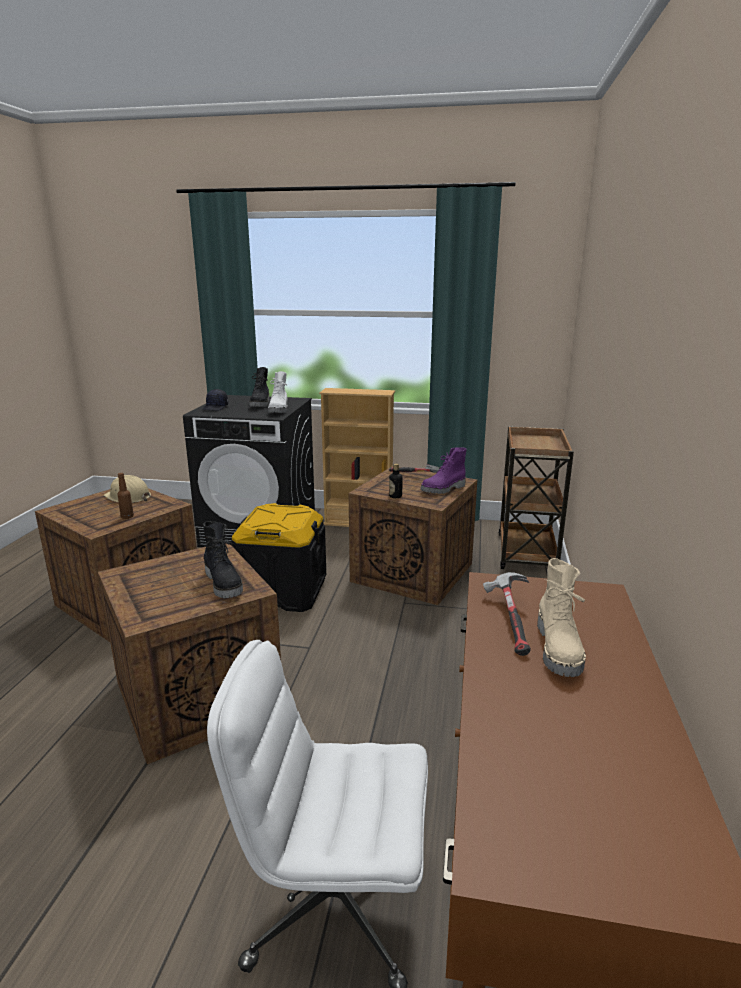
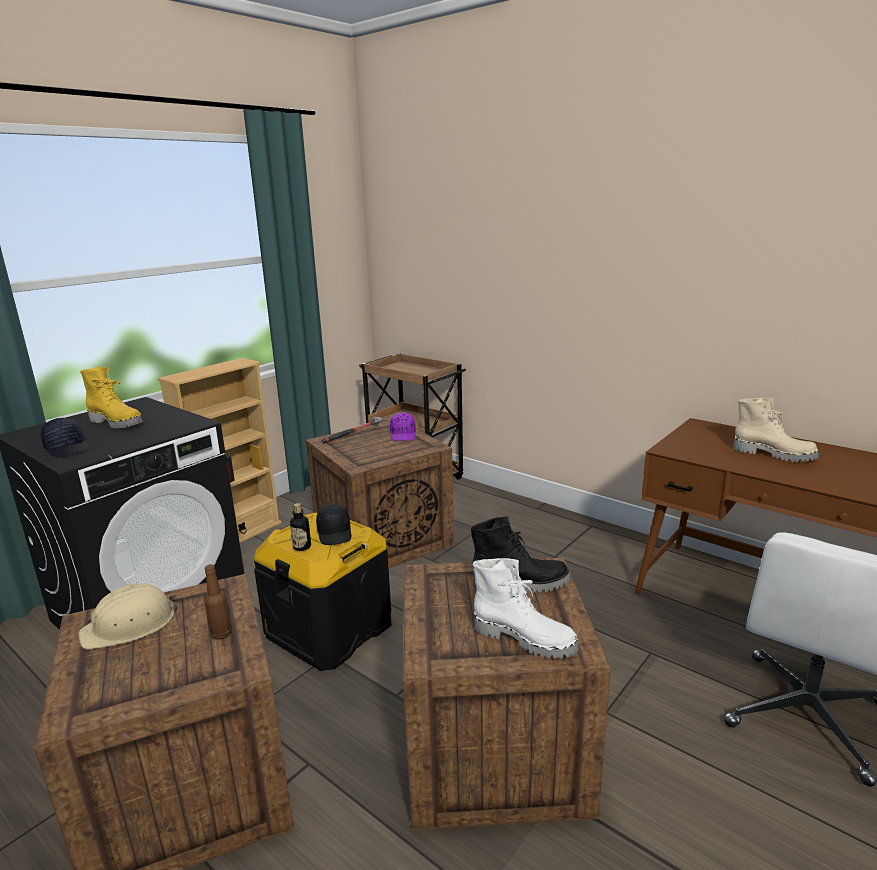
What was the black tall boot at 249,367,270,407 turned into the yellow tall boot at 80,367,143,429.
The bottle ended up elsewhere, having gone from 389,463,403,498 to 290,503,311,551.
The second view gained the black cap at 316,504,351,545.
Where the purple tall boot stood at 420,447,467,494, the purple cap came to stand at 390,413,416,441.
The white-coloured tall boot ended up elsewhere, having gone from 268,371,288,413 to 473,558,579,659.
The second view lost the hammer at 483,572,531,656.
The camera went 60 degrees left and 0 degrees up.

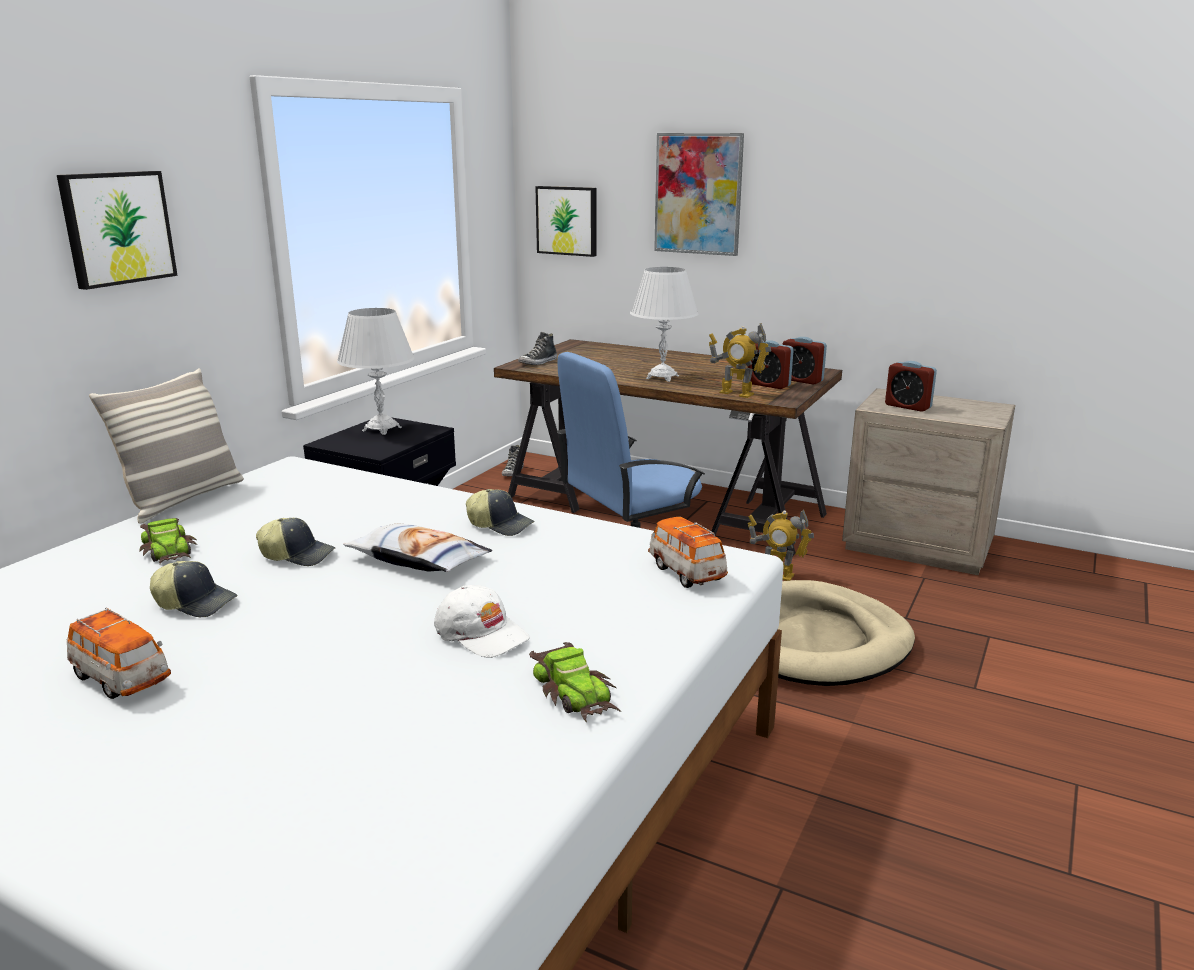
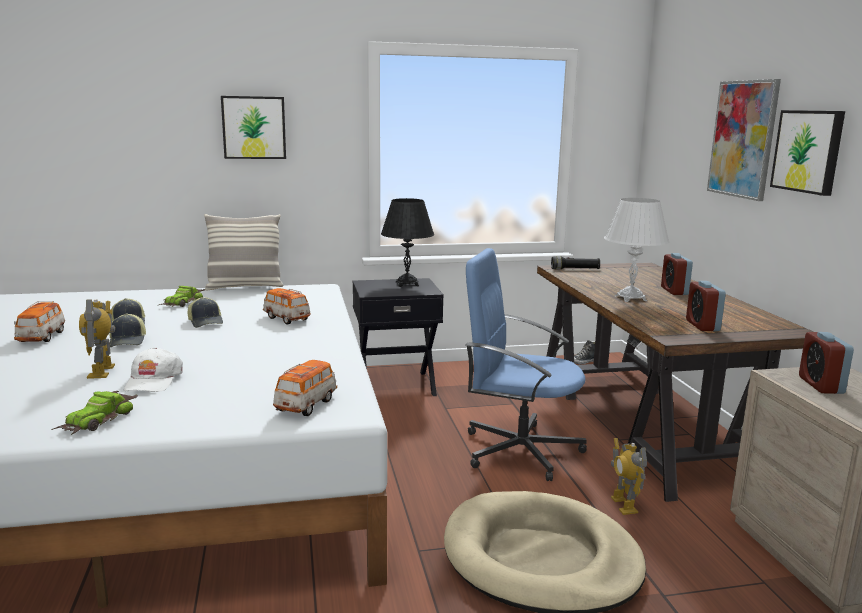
The model robot ended up elsewhere, having gone from 709,323,771,398 to 79,299,115,379.
The cap ended up elsewhere, having gone from 466,489,535,536 to 109,313,146,347.
The second view gained the model car at 263,288,311,324.
What was the white-coloured table lamp at 337,308,415,435 turned into the black table lamp at 381,198,434,287.
Where the item of footwear stood at 518,332,557,365, the black hand torch came to stand at 551,256,600,270.
The alarm clock ended up elsewhere, having gone from 783,337,827,385 to 661,253,693,295.
The wall picture ended up elsewhere, having gone from 535,186,596,257 to 770,110,845,196.
The second view lost the pillow at 343,523,492,572.
The camera went 50 degrees right and 5 degrees down.

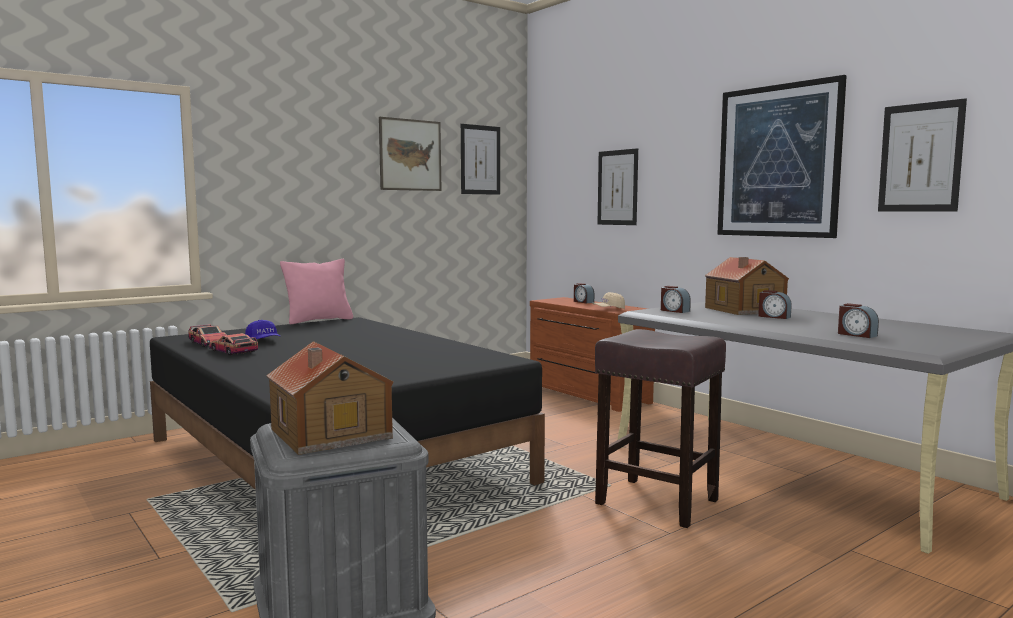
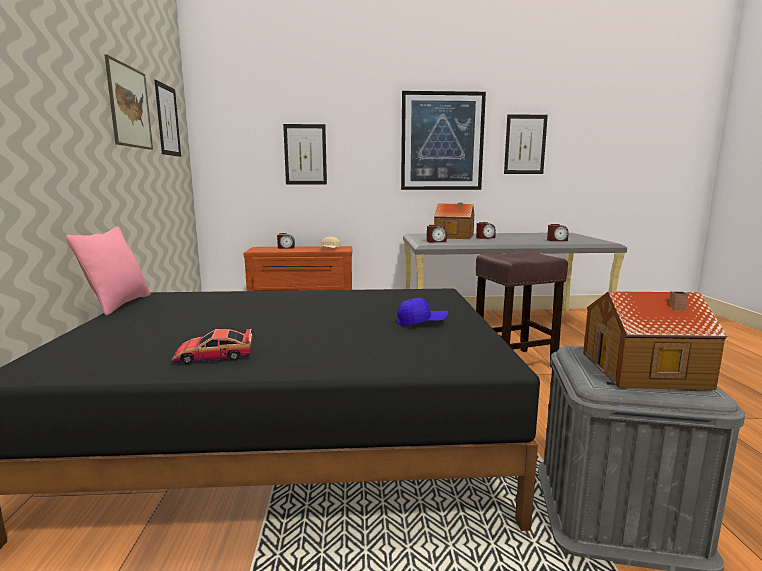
The bluish cap ended up elsewhere, having gone from 245,320,280,339 to 397,298,448,326.
The second view lost the model car at 188,324,227,347.
The camera went 55 degrees left and 5 degrees up.

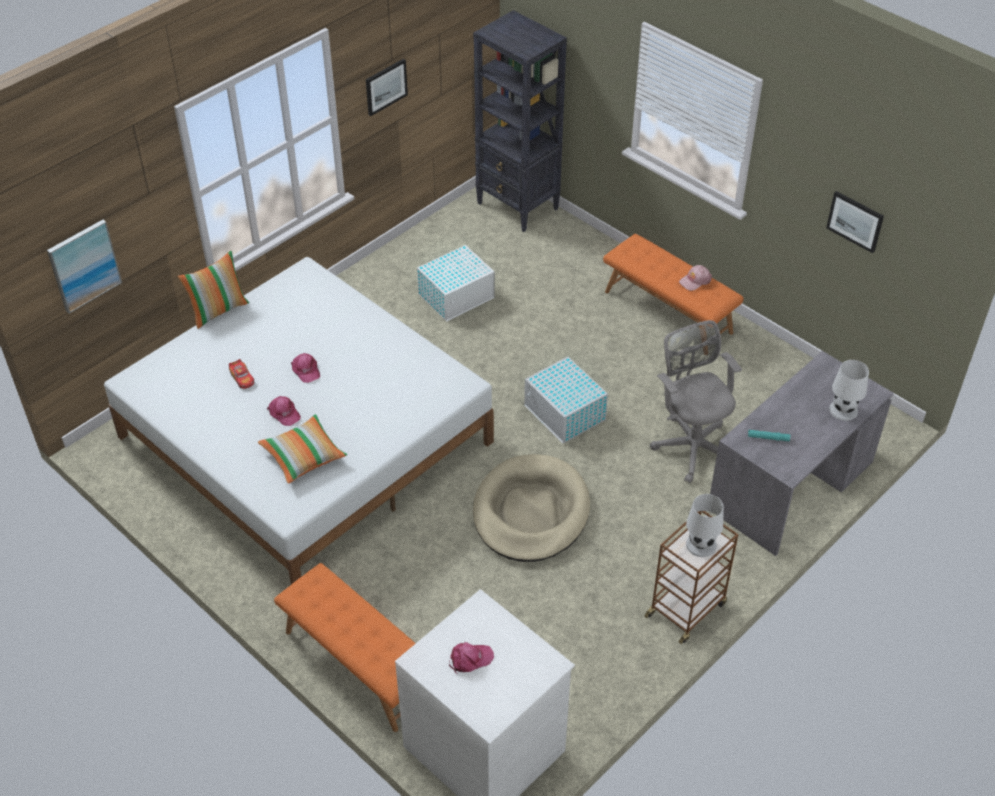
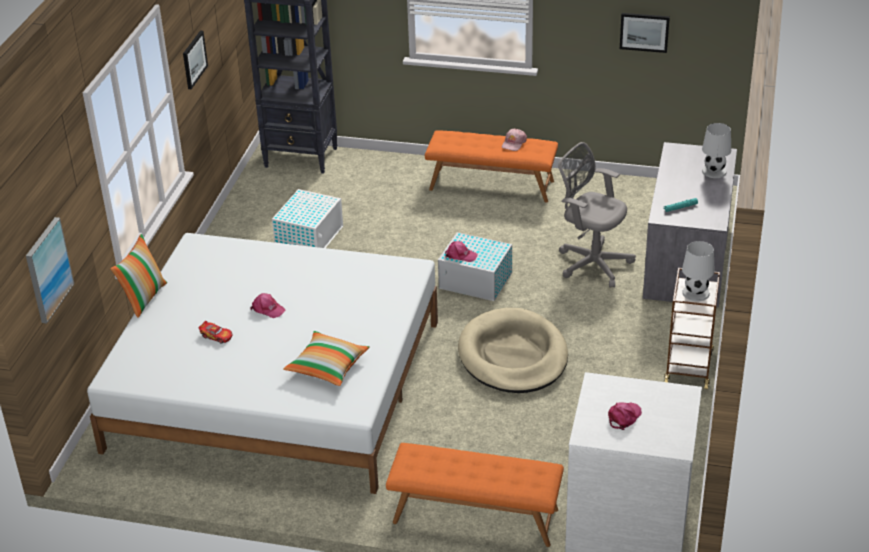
The pink cap ended up elsewhere, having gone from 267,396,301,426 to 445,241,478,262.
The camera went 30 degrees left and 10 degrees down.

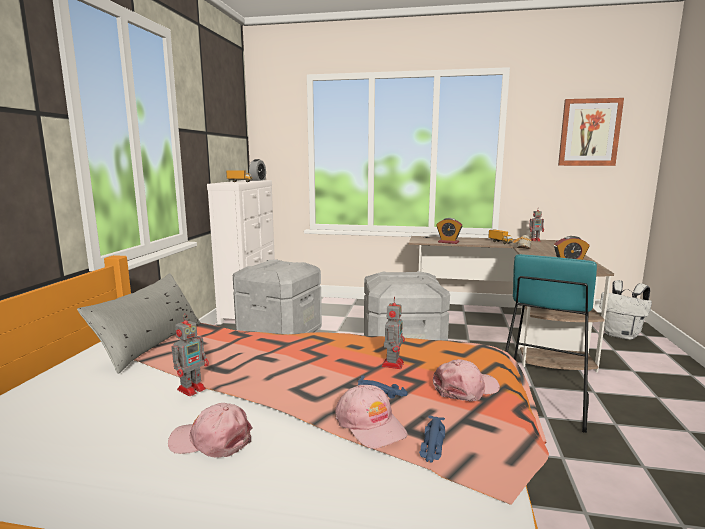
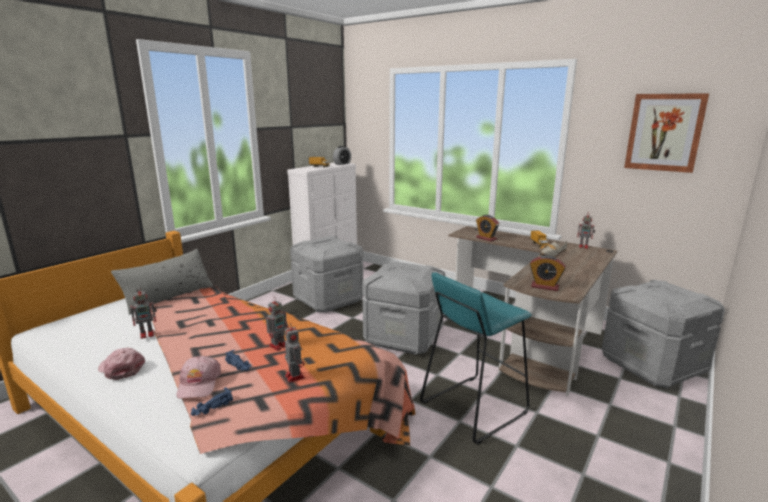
Where the pink cap stood at 433,359,500,402, the model robot came to stand at 285,324,305,383.
Where the white-coloured backpack stood at 600,280,652,340, the greyish storage bin came to stand at 602,280,725,388.
The camera went 25 degrees right and 5 degrees up.

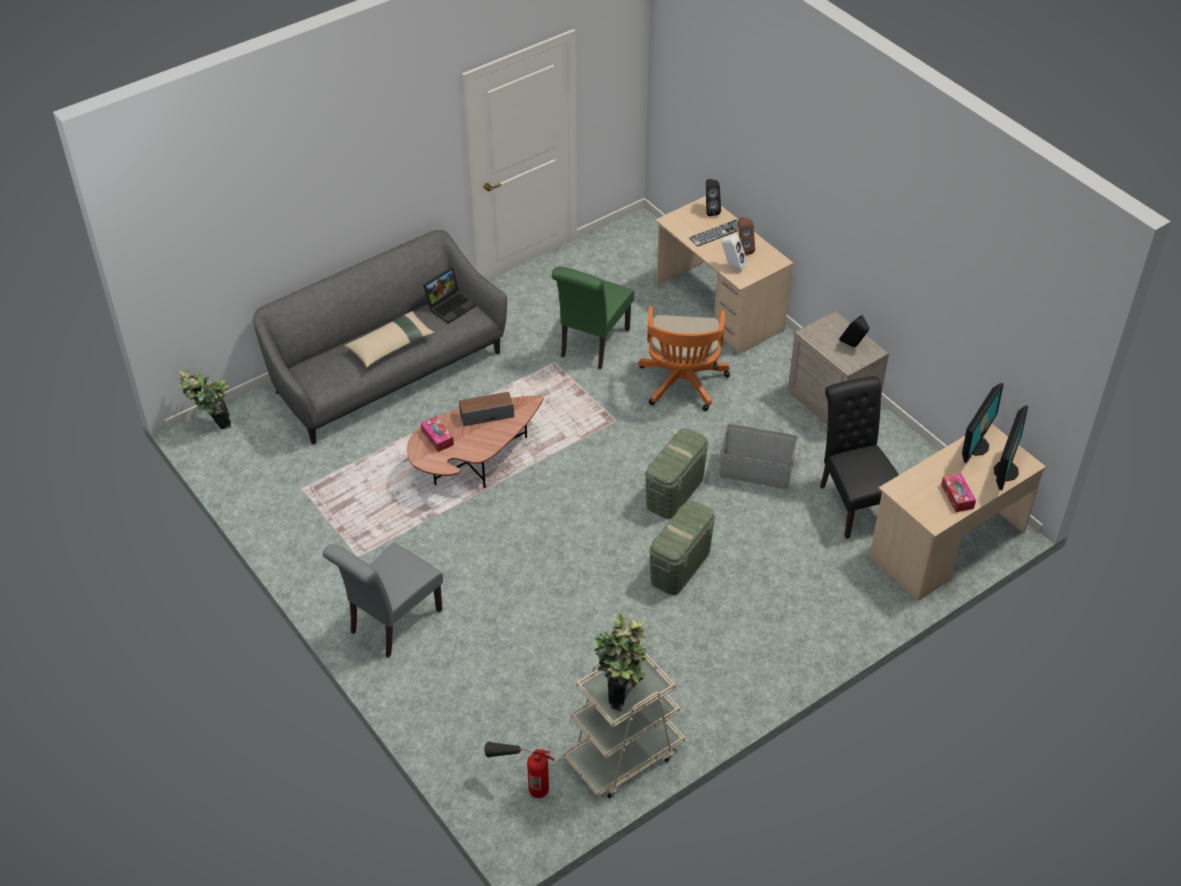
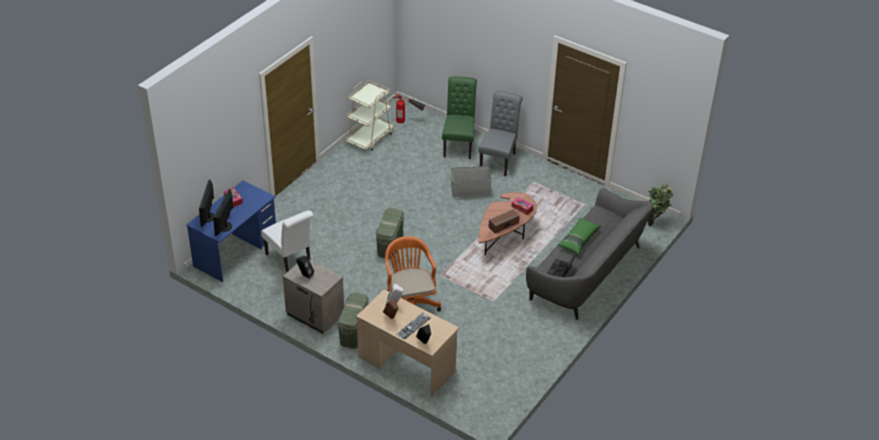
What was the beige desk at 869,424,1046,601 turned into the bluish desk at 186,180,276,282.
What was the black plain chair at 820,376,899,539 turned into the white-coloured plain chair at 261,211,314,273.
The green storage bin ended up elsewhere, having gone from 649,500,715,595 to 338,293,369,349.
The green plain chair ended up elsewhere, having gone from 552,266,634,369 to 442,76,477,159.
The greyish storage bin ended up elsewhere, having gone from 719,424,797,489 to 451,166,492,197.
What was the beige pillow at 345,311,435,368 turned into the green pillow at 557,218,601,255.
The second view lost the plant in a pot at 594,612,648,711.
The camera went 160 degrees right and 5 degrees down.

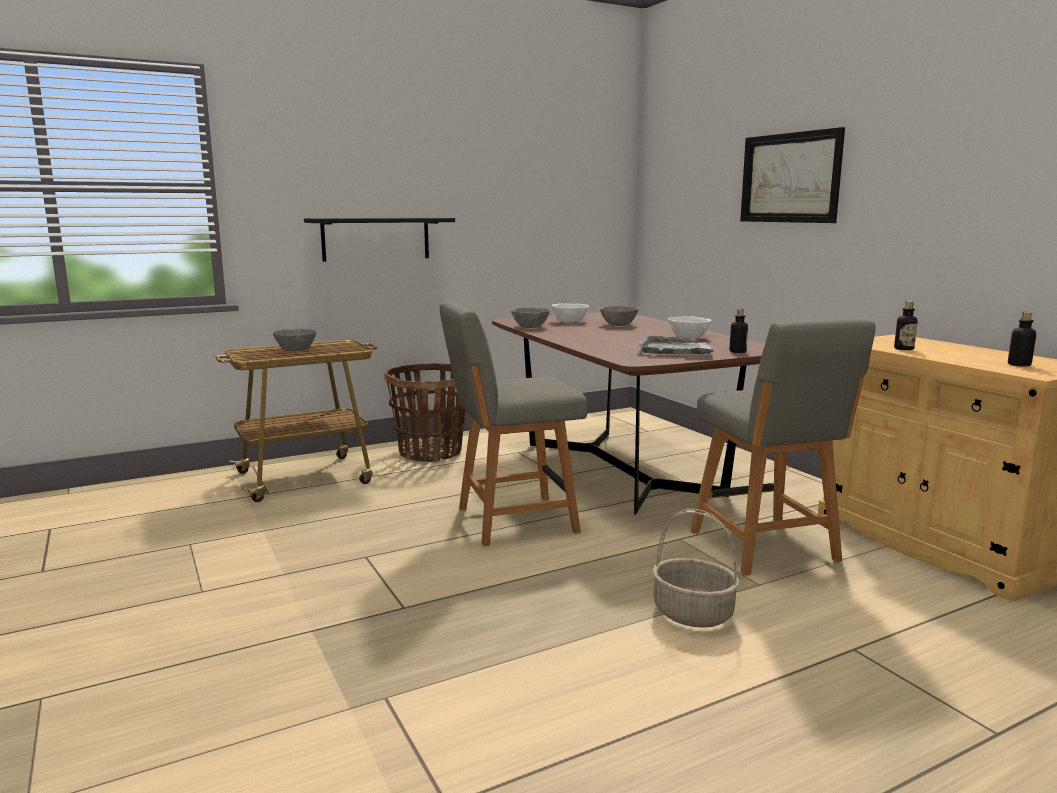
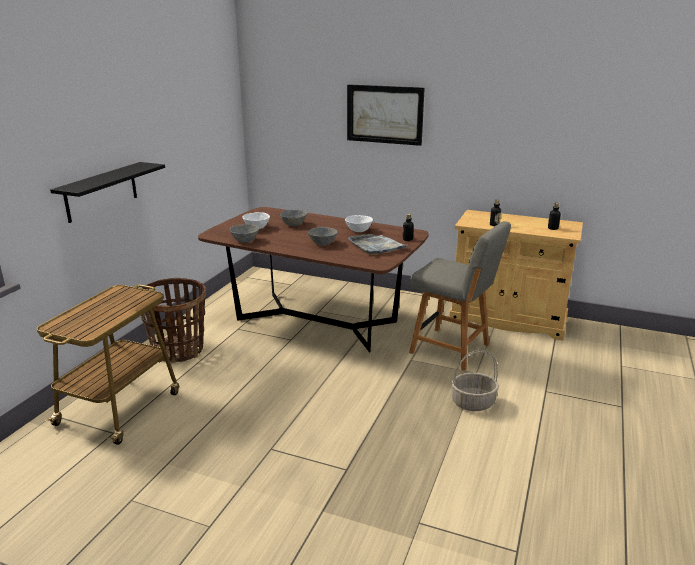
The greyish serving bowl ended up elsewhere, having gone from 273,329,316,351 to 308,227,338,246.
The second view lost the greyish plain chair at 440,301,587,546.
The camera went 40 degrees left and 10 degrees up.

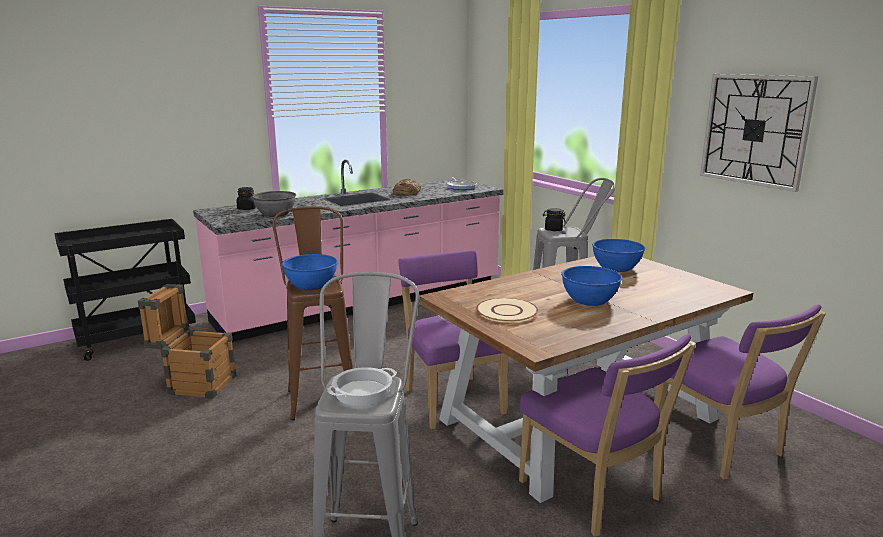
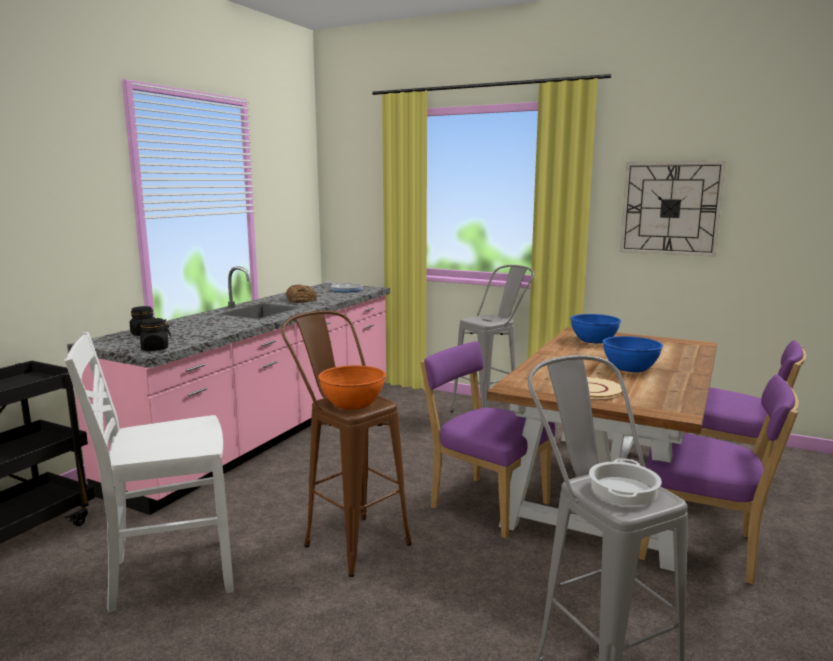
Where the crate stood at 138,284,236,399, the white-coloured plain chair came to stand at 64,332,234,613.
The black preserve jar ended up elsewhere, having gone from 543,208,566,231 to 135,318,171,351.
What was the bluish serving bowl at 282,254,338,290 turned into the orange-coloured serving bowl at 318,365,386,410.
The second view lost the greyish serving bowl at 252,191,296,217.
The camera went 30 degrees left and 5 degrees down.

